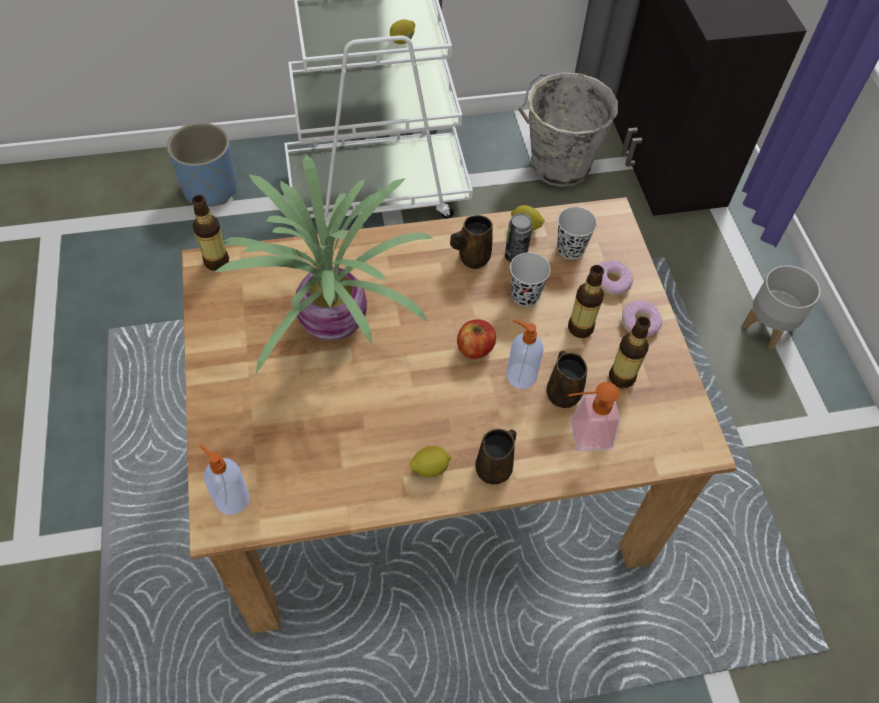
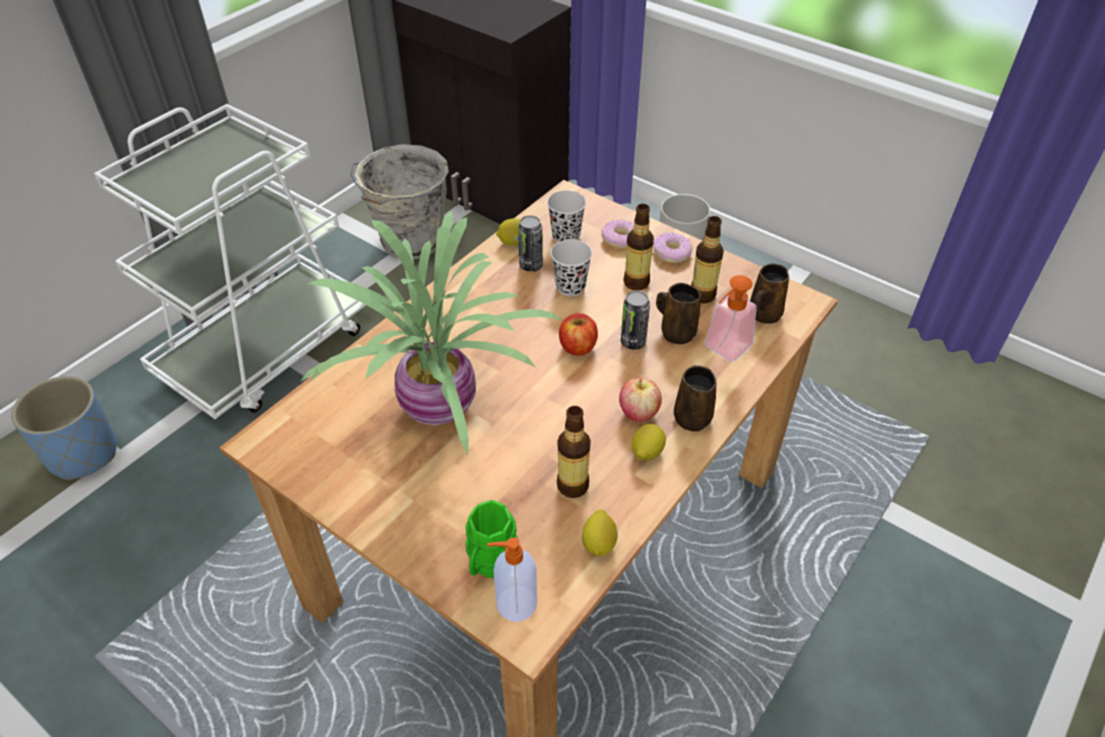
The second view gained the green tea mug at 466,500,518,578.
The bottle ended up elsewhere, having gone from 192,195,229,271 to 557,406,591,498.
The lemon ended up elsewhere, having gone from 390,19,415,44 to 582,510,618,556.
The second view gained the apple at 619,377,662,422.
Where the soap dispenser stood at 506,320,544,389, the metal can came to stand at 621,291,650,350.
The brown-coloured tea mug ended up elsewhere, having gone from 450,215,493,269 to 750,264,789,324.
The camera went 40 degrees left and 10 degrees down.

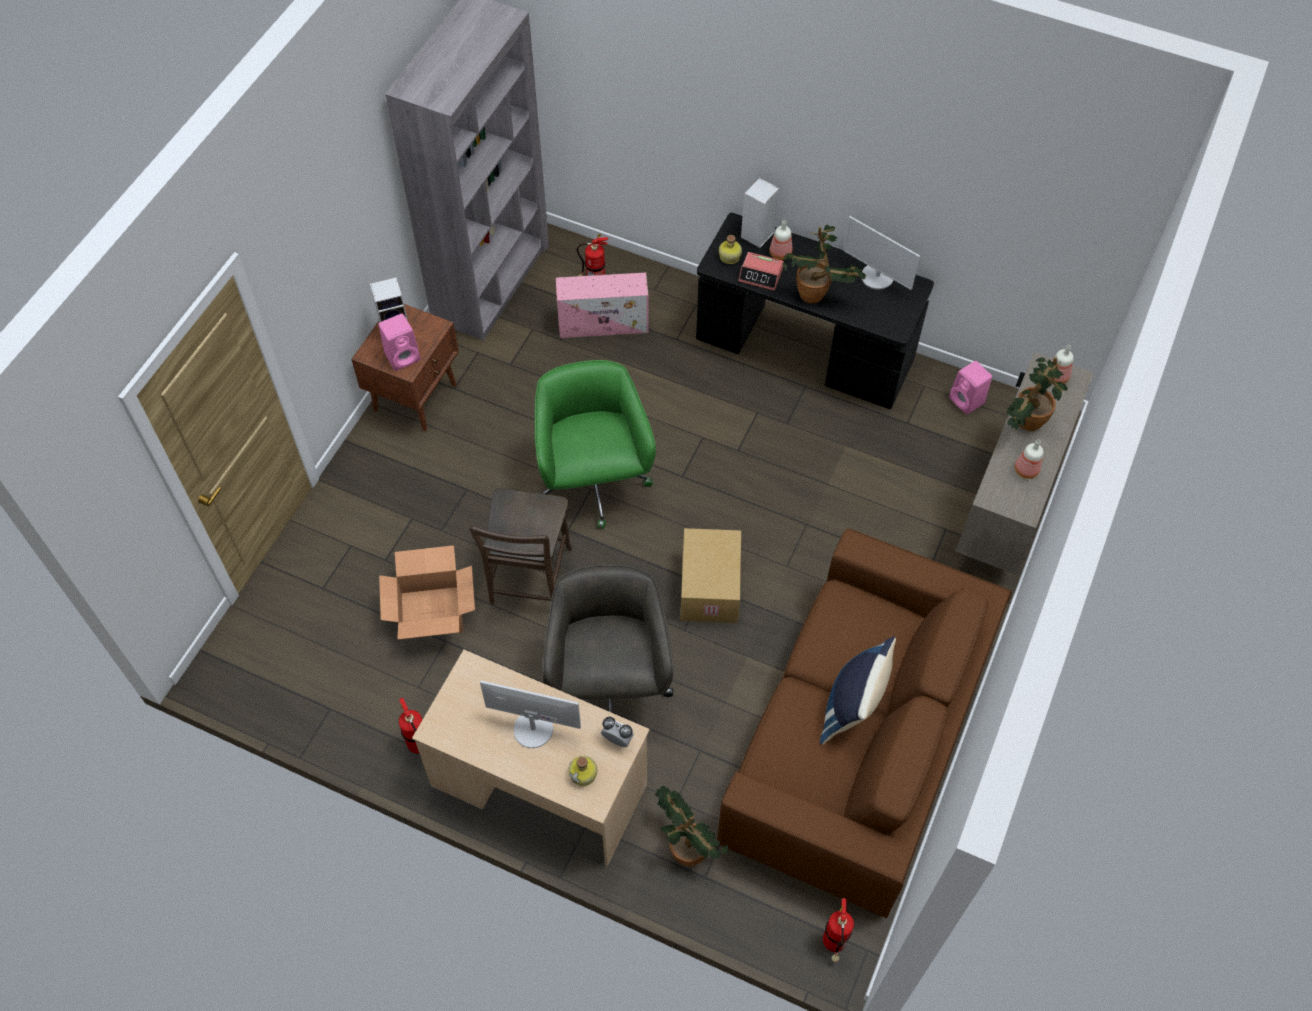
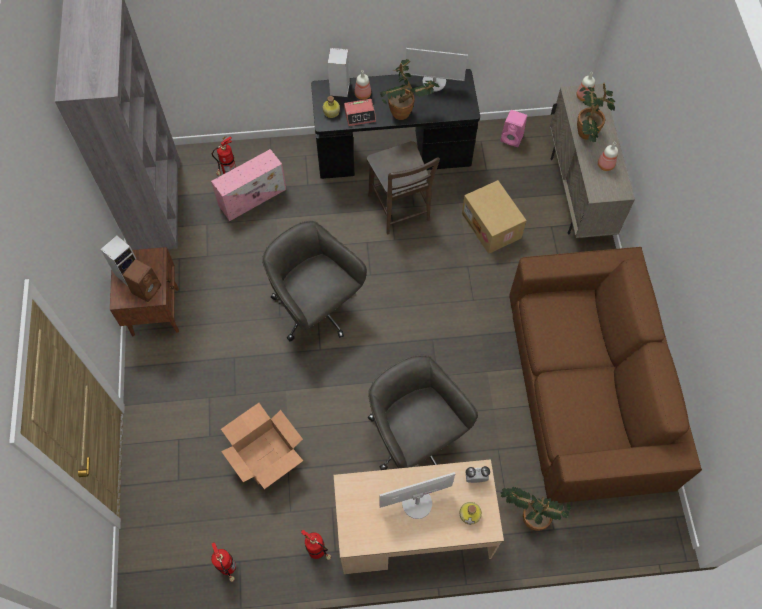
What was the pink loudspeaker at 378,314,421,371 turned into the brown-coloured loudspeaker at 123,259,161,302.
The fire extinguisher ended up elsewhere, having gone from 823,898,854,962 to 211,542,236,582.
What was the green computer chair at 535,360,656,529 turned into the greyish computer chair at 262,221,367,341.
The brown-coloured plain chair ended up elsewhere, having gone from 469,488,572,605 to 367,141,440,234.
The cardboard box ended up elsewhere, having gone from 680,528,741,623 to 462,180,527,254.
The second view lost the bluish pillow at 820,636,896,744.
The camera went 30 degrees left and 5 degrees up.

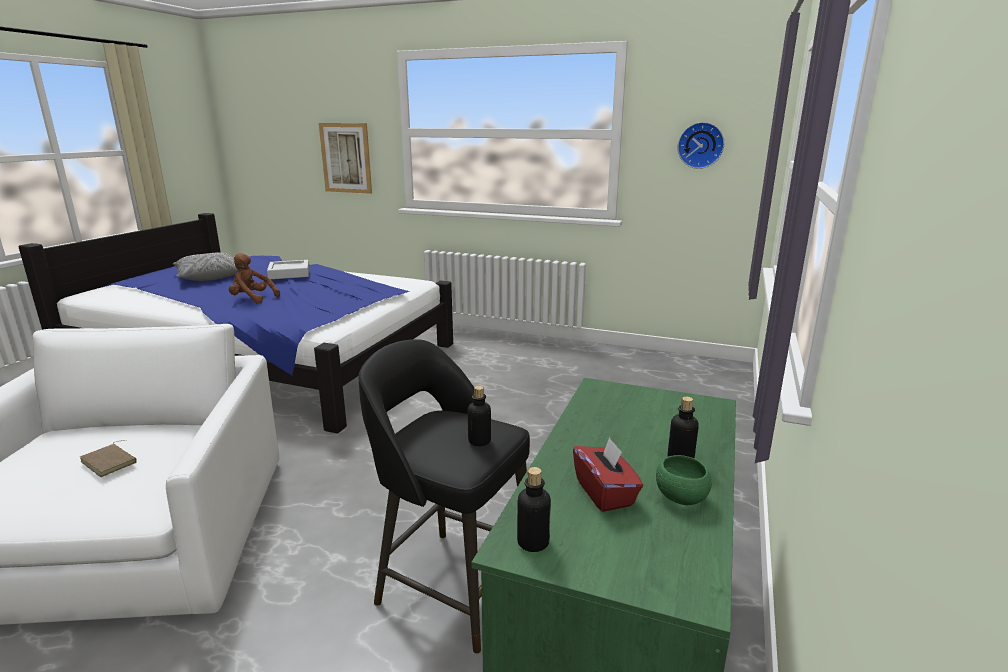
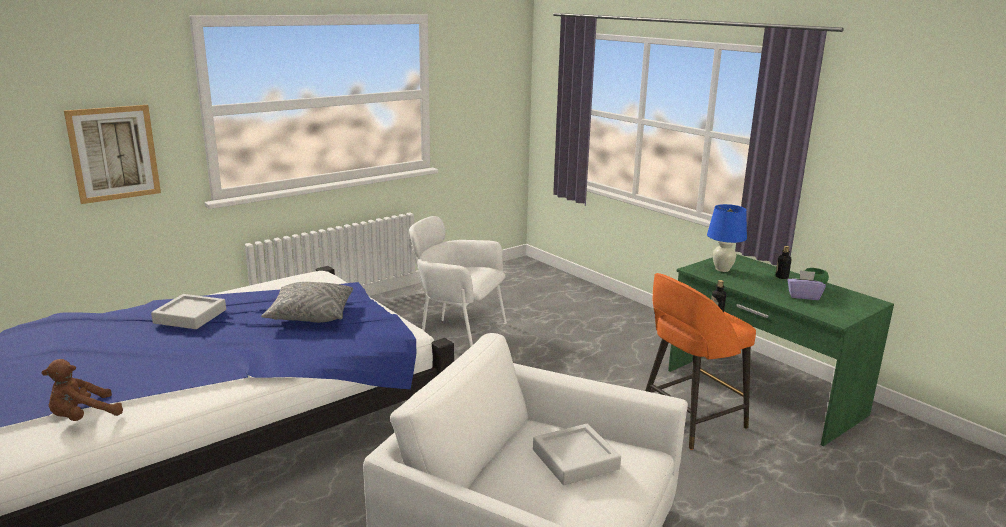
The brown-coloured plush toy ended up elsewhere, having gone from 229,253,280,304 to 42,359,123,421.
The greyish pillow ended up elsewhere, having gone from 173,252,239,281 to 261,282,353,323.
The second view gained the white-coloured easy chair at 409,216,507,347.
Where the brown-coloured book stood at 80,440,137,477, the greyish serving tray came to stand at 533,424,621,485.
What was the black sitting stool at 358,339,530,653 turned into the orange-coloured sitting stool at 645,273,756,450.
The second view gained the bluish table lamp at 707,204,747,272.
What was the reddish box of tissues at 573,437,643,512 turned into the purple box of tissues at 787,270,826,300.
The second view lost the bottle at 517,467,551,552.
The second view lost the clock on the wall at 677,122,724,169.
The camera went 60 degrees left and 0 degrees up.

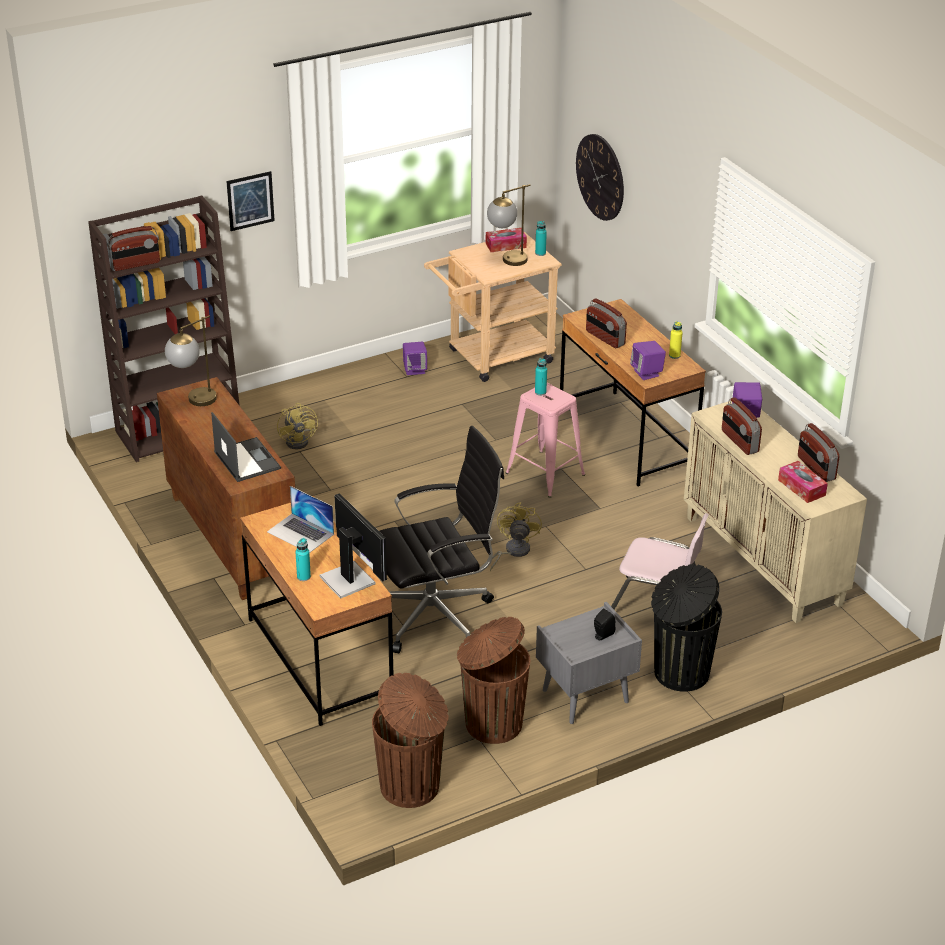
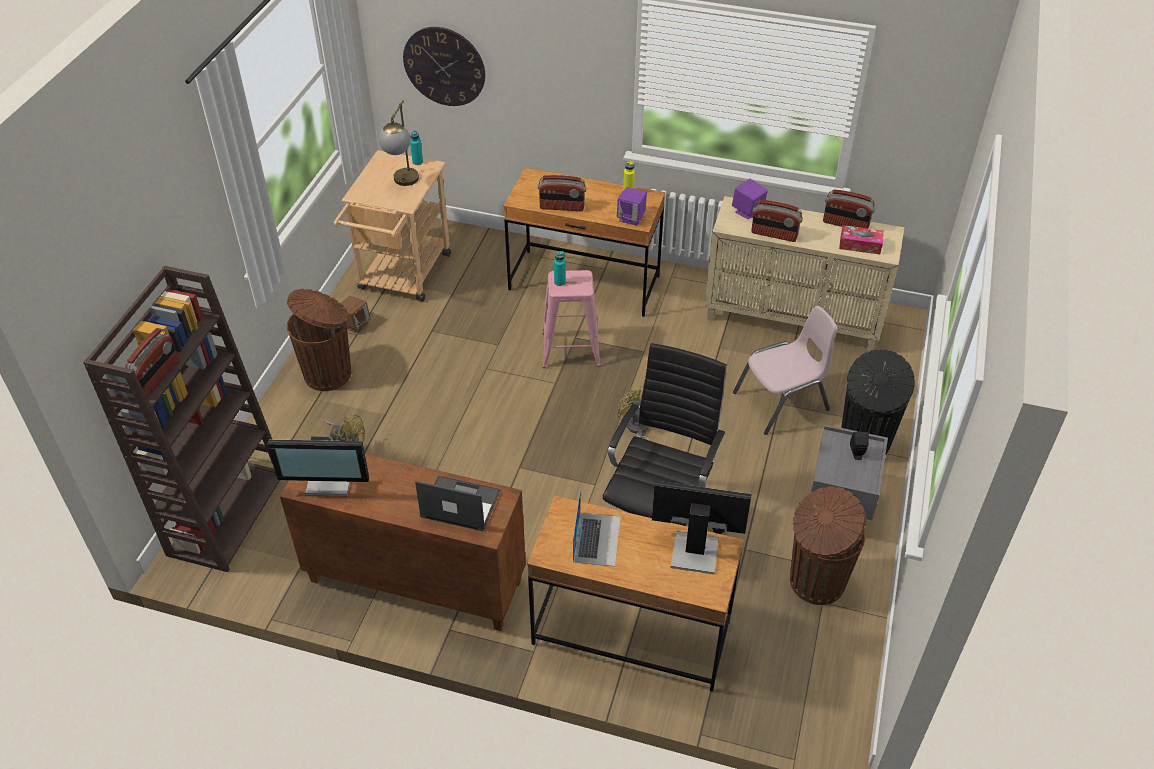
Where the table lamp stood at 165,315,217,406, the computer screen came to stand at 267,436,369,496.
The brown-coloured waste bin ended up elsewhere, having gone from 372,673,449,808 to 287,289,351,391.
What was the purple loudspeaker at 403,342,427,375 turned into the brown-coloured loudspeaker at 341,296,371,333.
The portable computer at 267,486,334,553 ended up facing another way, 75 degrees counterclockwise from before.
The second view lost the wall picture at 226,171,275,231.
The second view lost the turquoise bottle at 296,538,311,581.
The second view lost the box of tissues at 486,228,527,252.
The camera went 45 degrees left and 10 degrees up.

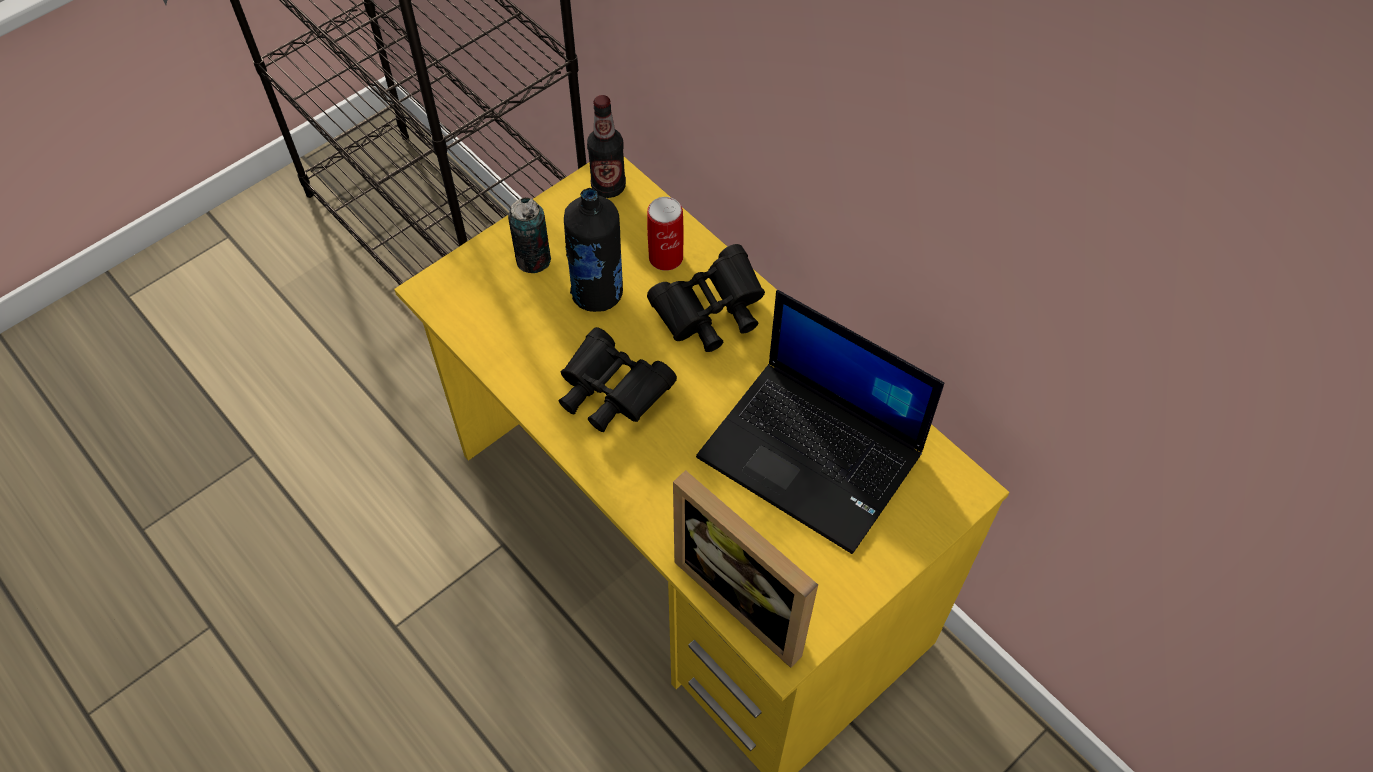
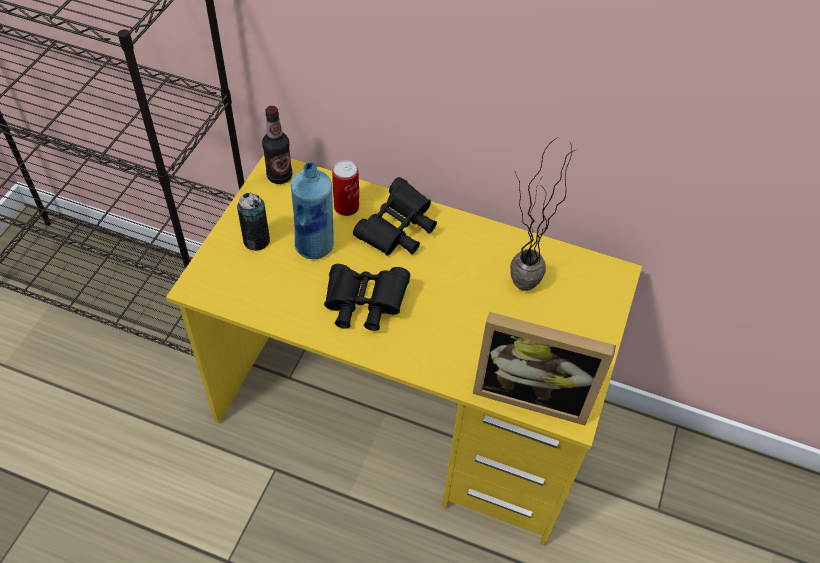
What was the black bottle at 564,188,623,312 turned into the bluish bottle at 290,162,334,259.
Where the portable computer stood at 696,290,944,554, the plant in a pot came to stand at 510,137,575,291.
The camera went 30 degrees left and 5 degrees down.

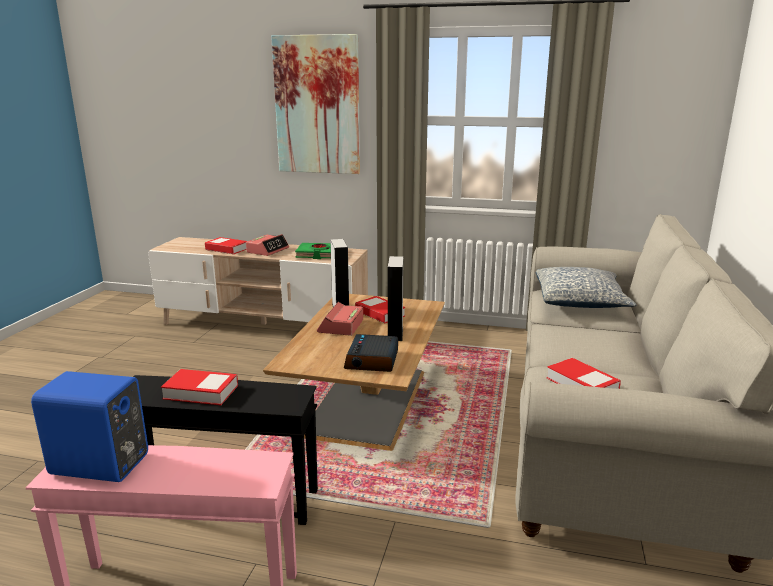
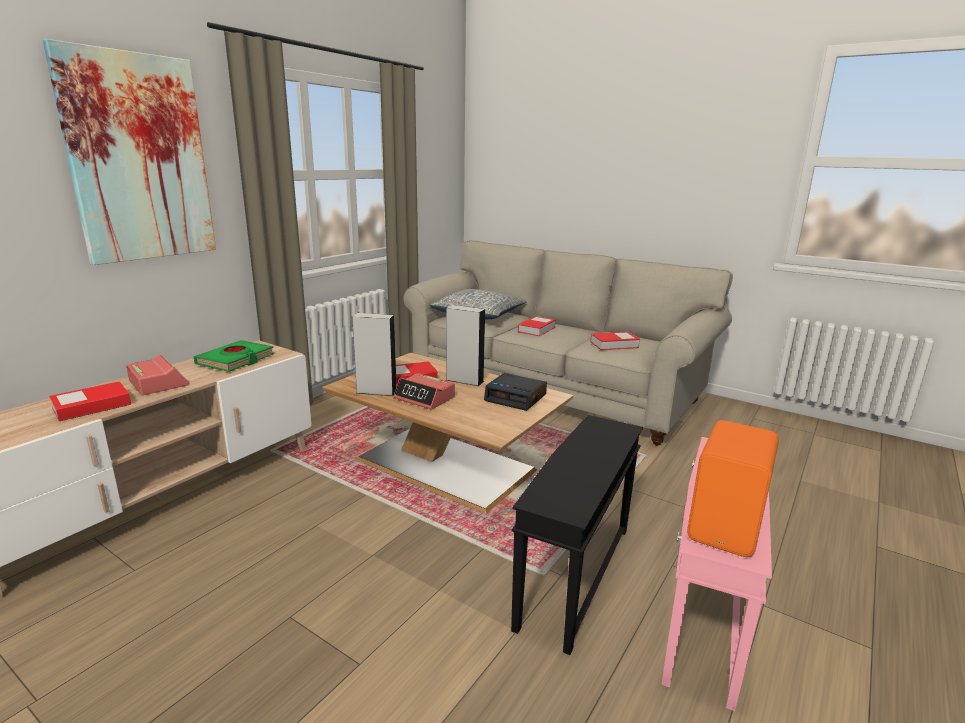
The book ended up elsewhere, having gone from 161,369,238,405 to 518,316,556,336.
What was the bluish loudspeaker at 31,371,148,482 turned into the orange-coloured loudspeaker at 687,420,779,557.
The camera went 70 degrees left and 0 degrees up.

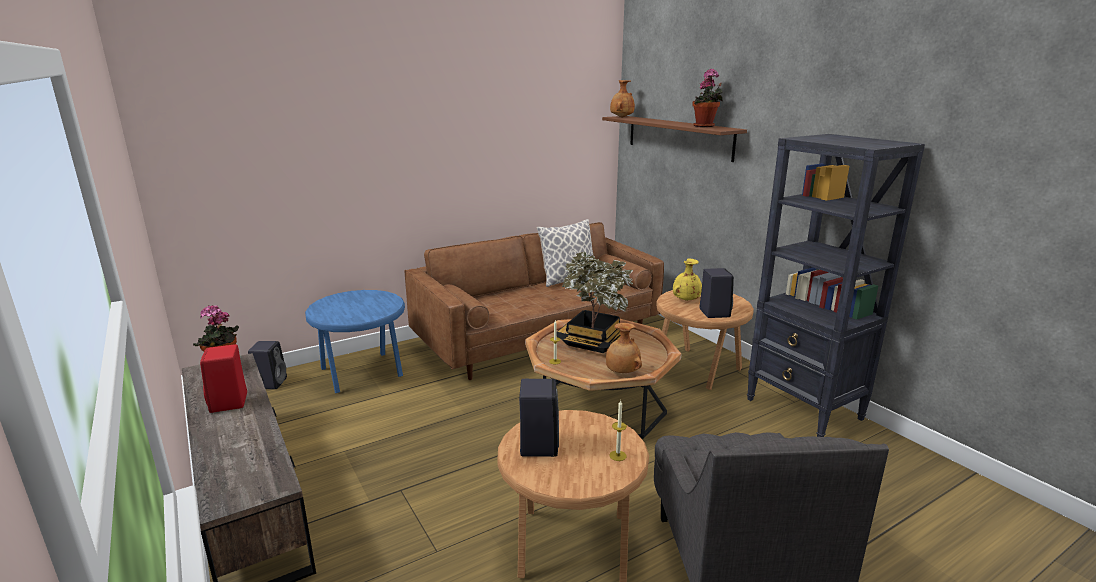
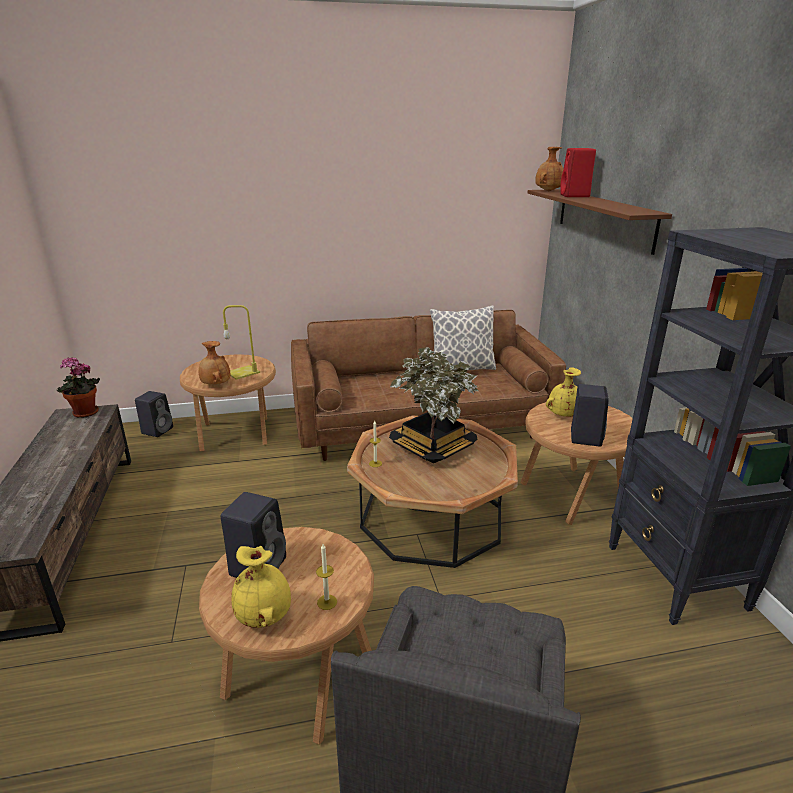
What was the bluish accent table at 305,290,405,393 turned into the brown-coloured accent table at 180,354,276,451.
The brown-coloured decorative vase ended up elsewhere, having gone from 606,323,642,373 to 199,341,231,385.
The second view gained the yellow table lamp at 223,305,260,380.
The second view gained the yellow decorative vase at 231,546,291,628.
The reddish loudspeaker ended up elsewhere, having gone from 200,344,247,413 to 560,148,596,197.
The second view lost the plant in a pot at 692,68,723,127.
The camera went 20 degrees right and 5 degrees up.

